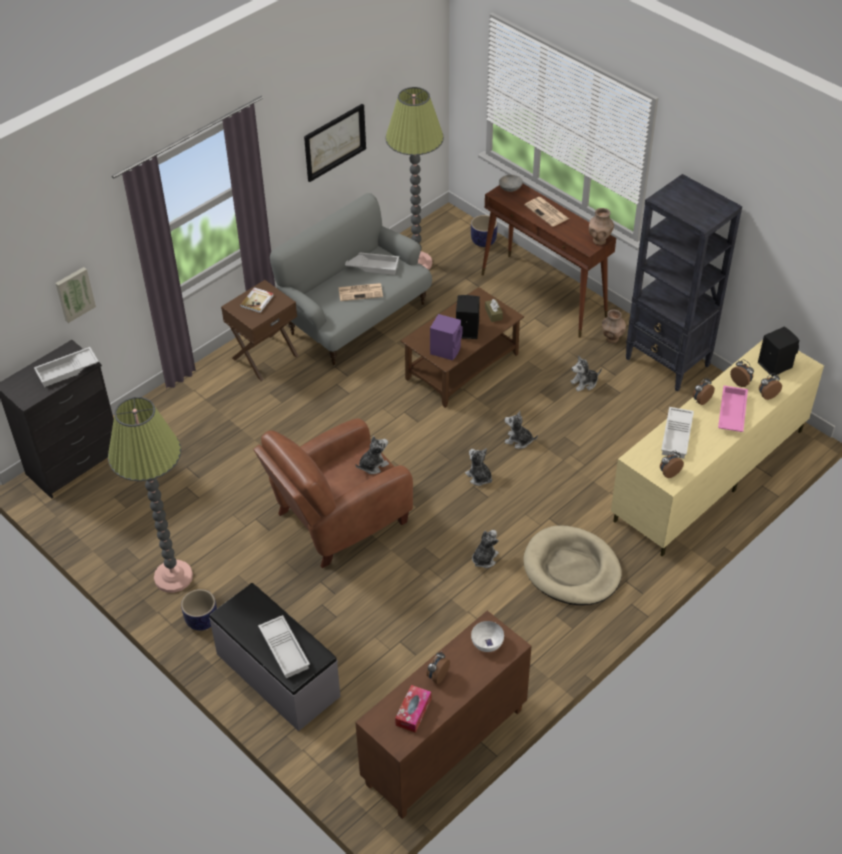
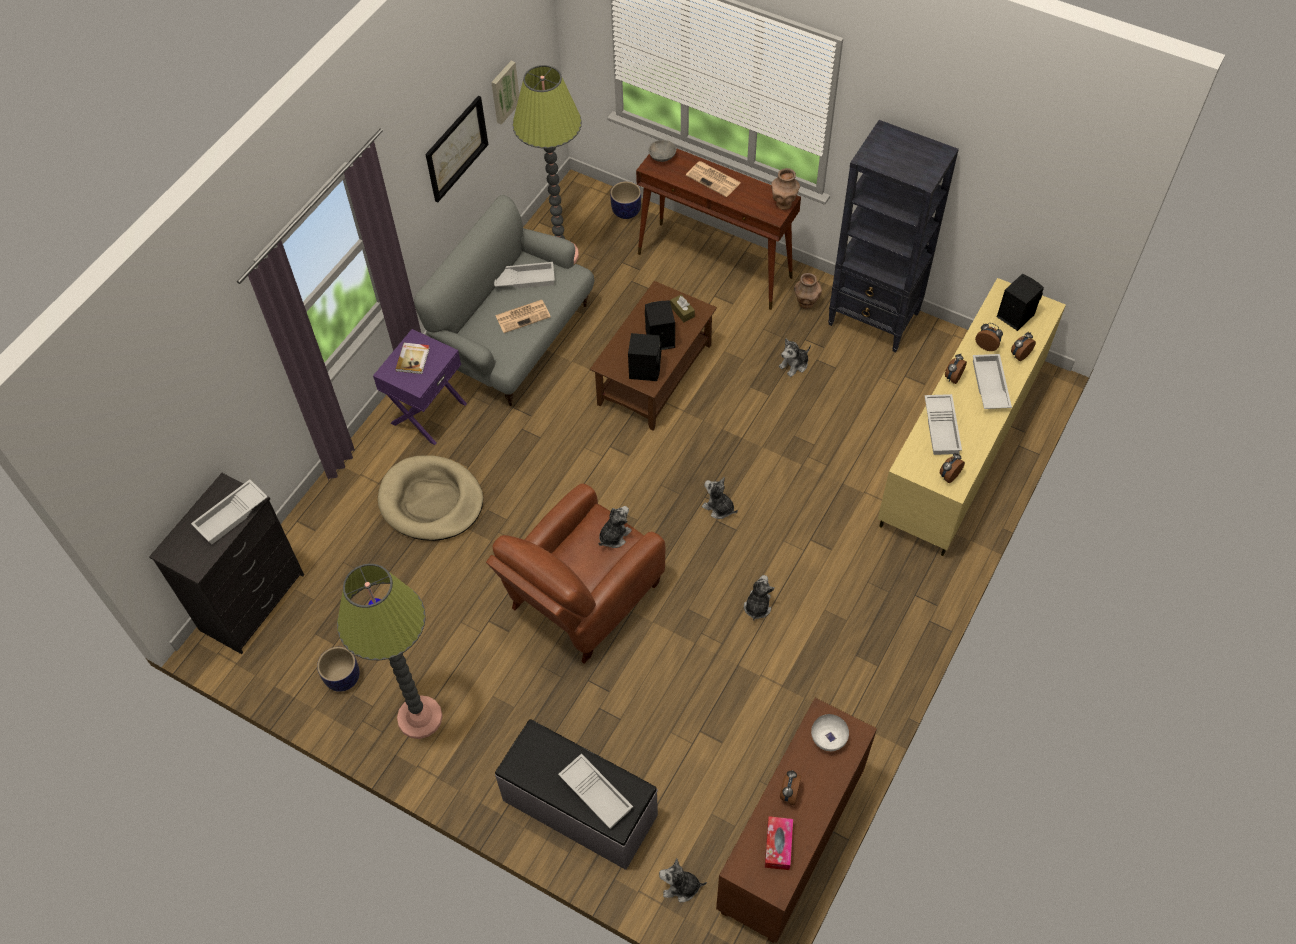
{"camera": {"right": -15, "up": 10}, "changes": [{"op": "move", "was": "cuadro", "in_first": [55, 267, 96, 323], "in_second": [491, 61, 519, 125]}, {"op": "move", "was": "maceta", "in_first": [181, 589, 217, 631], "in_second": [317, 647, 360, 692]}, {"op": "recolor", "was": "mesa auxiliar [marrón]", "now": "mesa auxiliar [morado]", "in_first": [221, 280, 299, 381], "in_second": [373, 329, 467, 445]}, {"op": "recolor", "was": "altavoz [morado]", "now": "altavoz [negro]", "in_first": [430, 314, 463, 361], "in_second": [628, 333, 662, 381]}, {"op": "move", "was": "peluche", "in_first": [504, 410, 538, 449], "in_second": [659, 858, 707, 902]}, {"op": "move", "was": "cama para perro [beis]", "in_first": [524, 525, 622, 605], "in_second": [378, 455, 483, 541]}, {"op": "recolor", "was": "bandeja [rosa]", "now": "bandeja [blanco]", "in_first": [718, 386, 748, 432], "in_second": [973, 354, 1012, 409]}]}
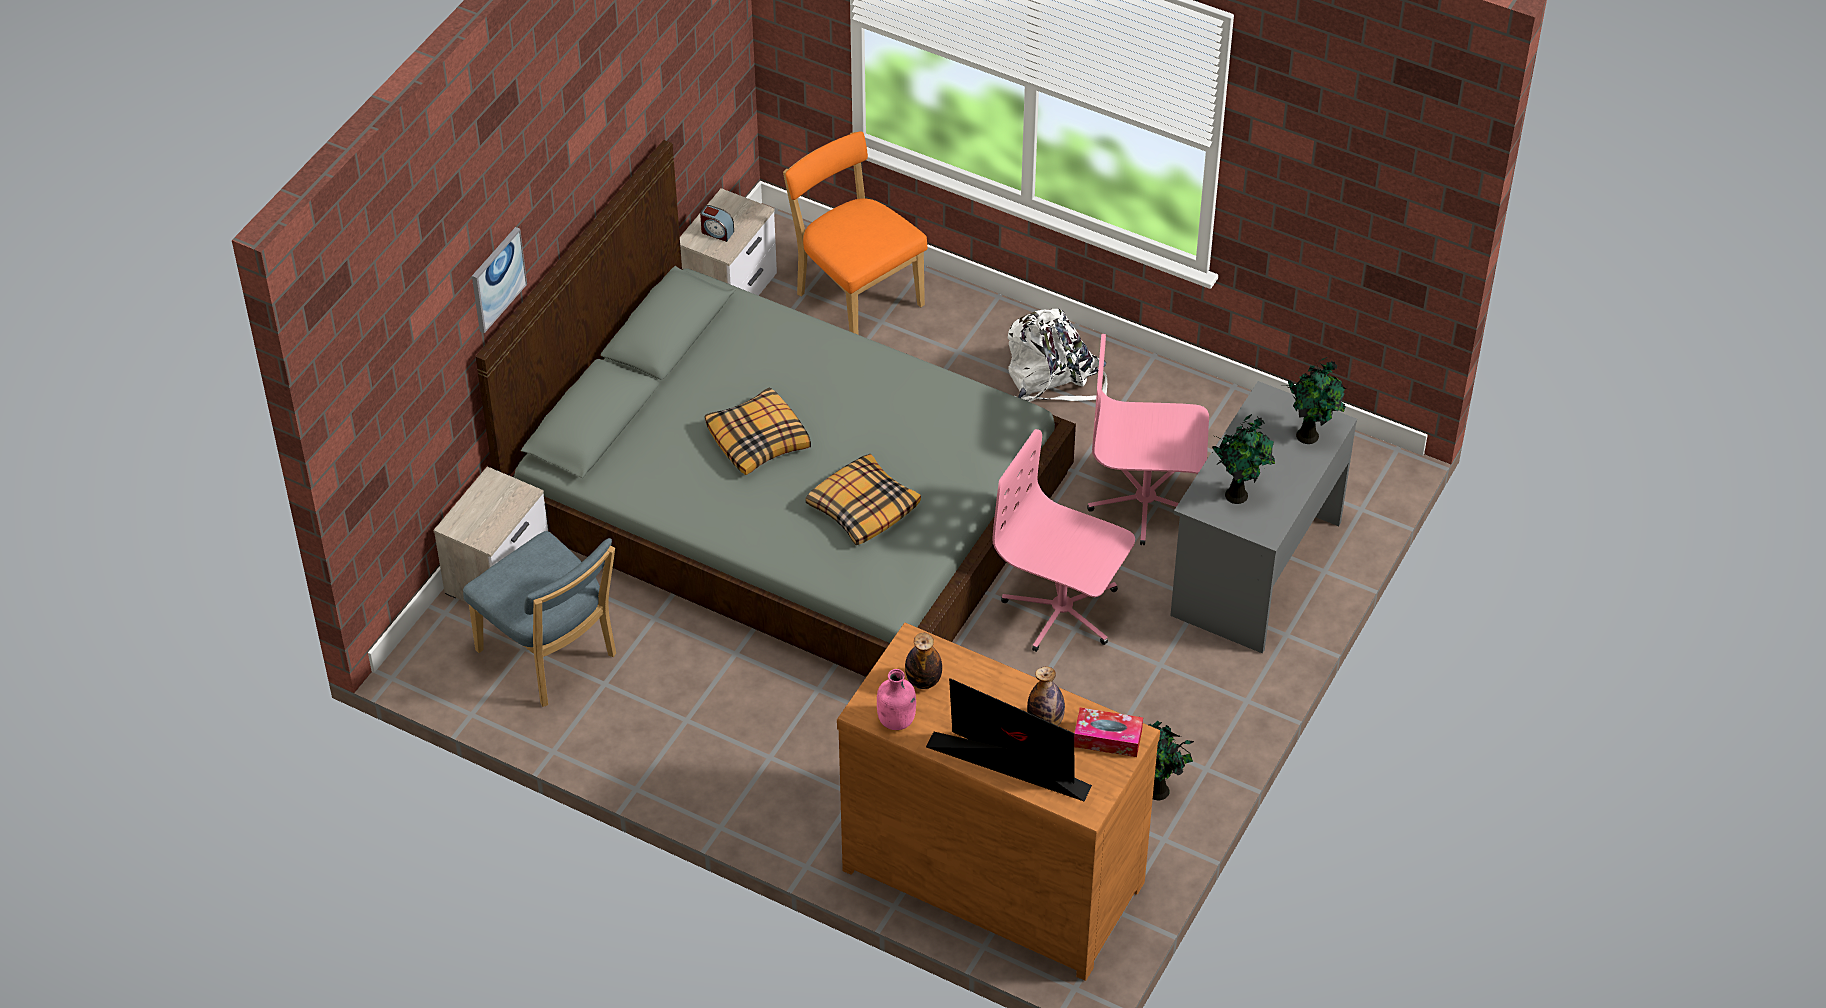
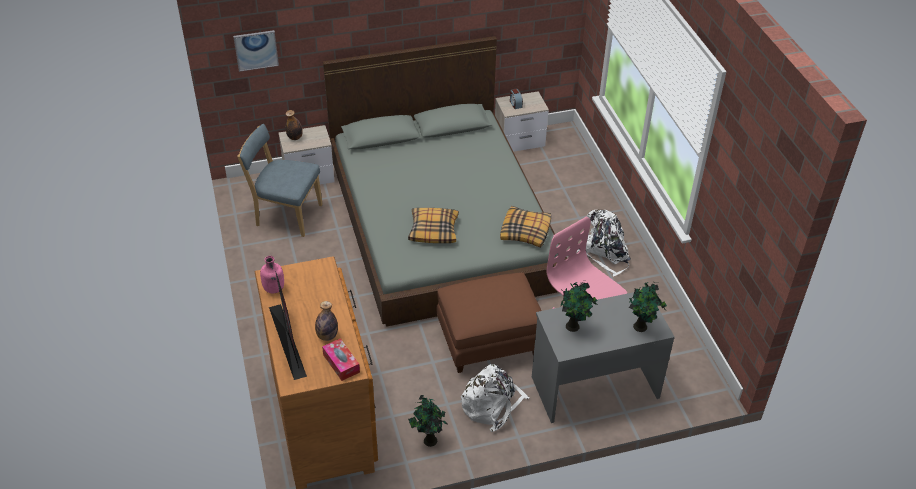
{"camera": {"right": 45, "up": -5}, "changes": [{"op": "rotate", "was": "silla [azul]", "in_first": [463, 531, 616, 707], "in_second": [237, 124, 323, 237], "clockwise": 105}, {"op": "move", "was": "cuadro", "in_first": [472, 227, 527, 333], "in_second": [233, 30, 279, 72]}, {"op": "move", "was": "cojín", "in_first": [705, 387, 811, 475], "in_second": [500, 206, 551, 248]}, {"op": "delete", "was": "silla [naranja]", "in_first": [783, 131, 928, 335]}, {"op": "move", "was": "botella", "in_first": [905, 633, 942, 689], "in_second": [285, 110, 303, 140]}, {"op": "replace", "was": "silla de oficina [rosa]", "now": "puf [marrón]", "in_first": [992, 429, 1135, 652], "in_second": [437, 272, 542, 373]}, {"op": "insert", "now": "mochila [blanco]", "in_second": [461, 364, 529, 432]}]}
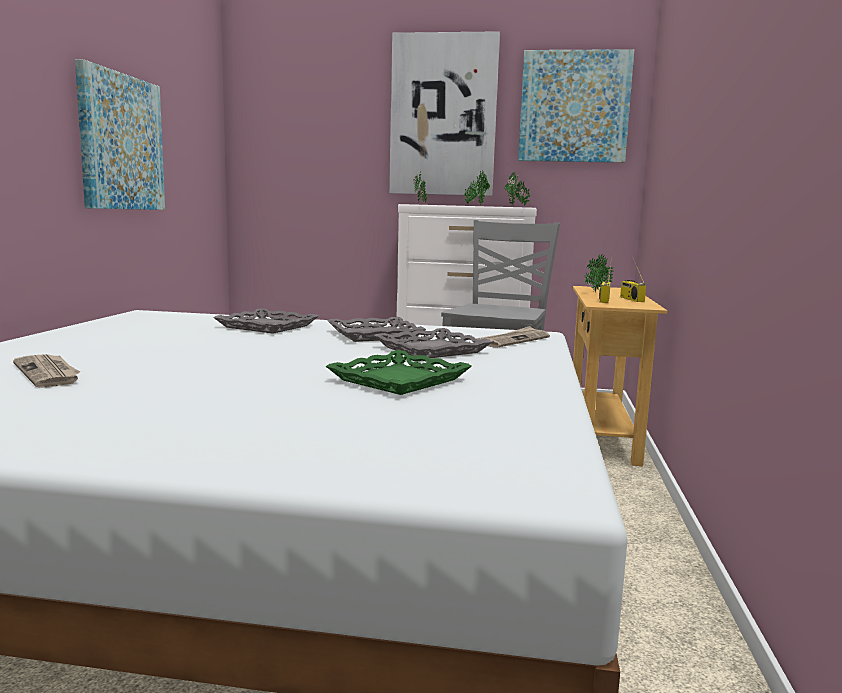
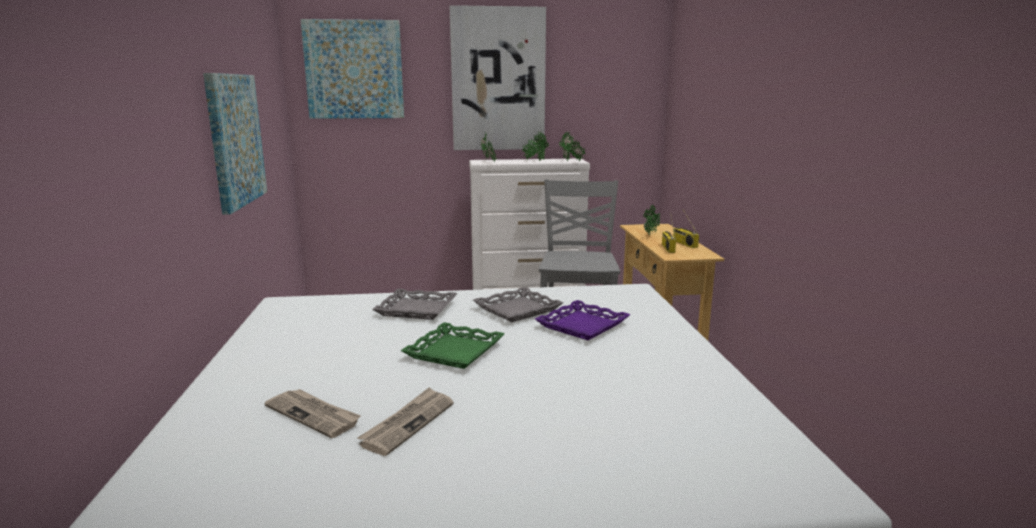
{"camera": {"right": -15, "up": 5}, "changes": [{"op": "move", "was": "bandeja [verde]", "in_first": [326, 350, 472, 395], "in_second": [401, 322, 504, 369]}, {"op": "recolor", "was": "bandeja [gris]", "now": "bandeja [morado]", "in_first": [374, 328, 492, 358], "in_second": [535, 300, 630, 340]}, {"op": "move", "was": "periódico", "in_first": [476, 326, 550, 348], "in_second": [357, 387, 454, 456]}, {"op": "move", "was": "cuadro", "in_first": [518, 49, 634, 163], "in_second": [300, 19, 404, 119]}]}
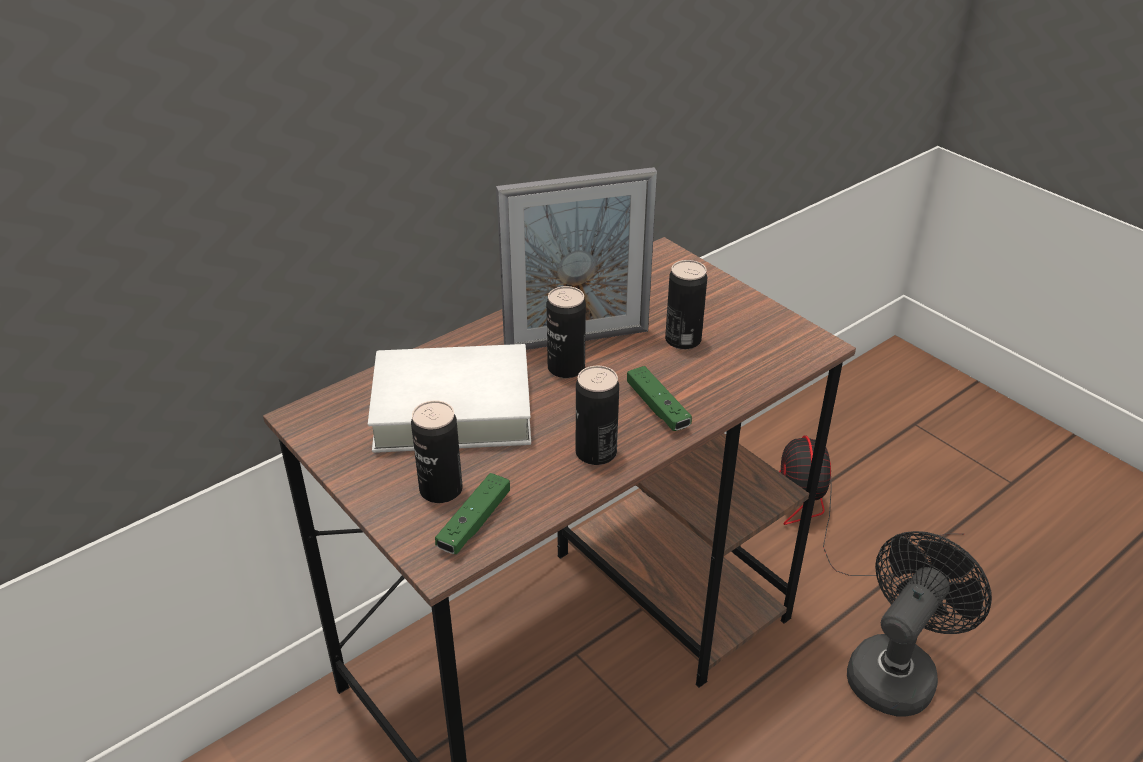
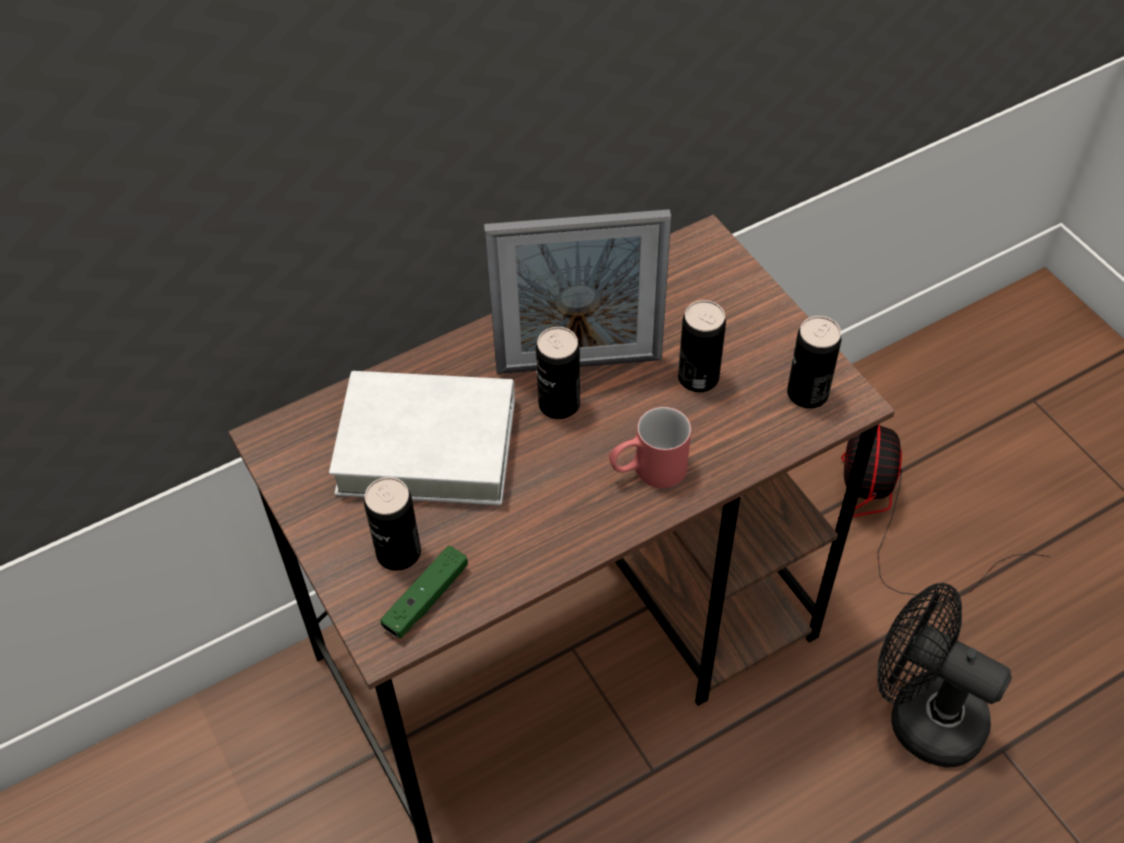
{"camera": {"right": 10, "up": 15}, "changes": [{"op": "move", "was": "lata", "in_first": [576, 366, 619, 465], "in_second": [787, 316, 841, 408]}, {"op": "replace", "was": "mando de consola [verde]", "now": "taza grande [rojo]", "in_first": [627, 366, 692, 431], "in_second": [609, 407, 691, 488]}, {"op": "rotate", "was": "ventilador [negro]", "in_first": [847, 531, 992, 716], "in_second": [877, 583, 1012, 768], "clockwise": -105}]}
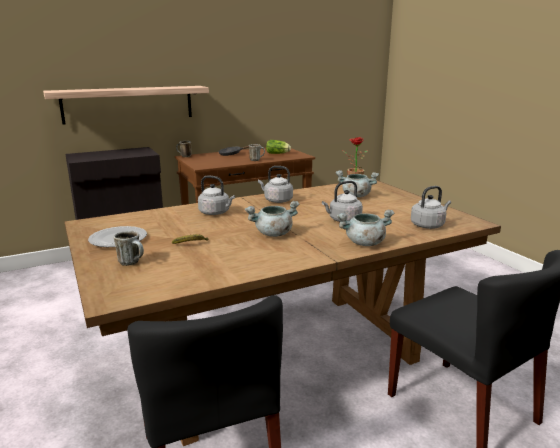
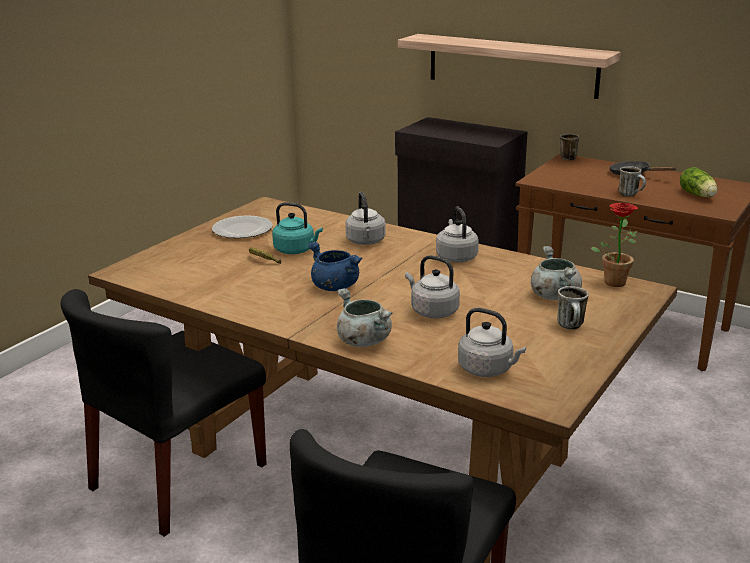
{"camera": {"right": 60, "up": 5}, "changes": [{"op": "move", "was": "taza grande", "in_first": [114, 231, 144, 266], "in_second": [557, 286, 589, 329]}, {"op": "recolor", "was": "olla [gris]", "now": "olla [azul]", "in_first": [245, 201, 299, 237], "in_second": [308, 242, 362, 291]}, {"op": "insert", "now": "hervidor [turquesa]", "in_second": [272, 202, 323, 254]}]}
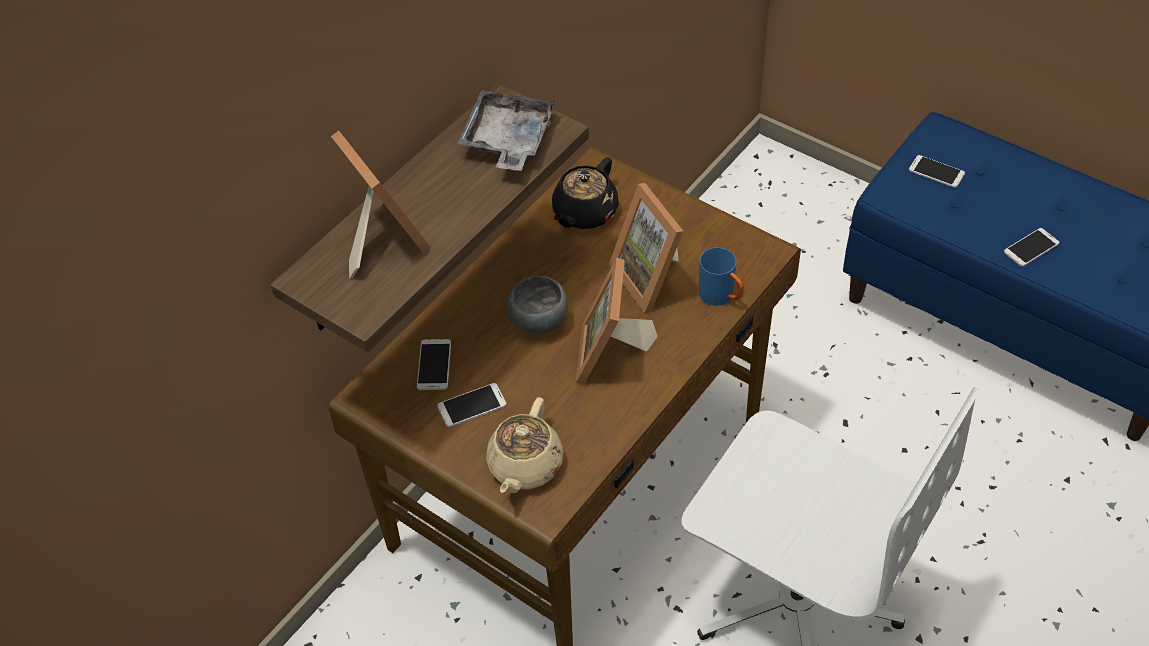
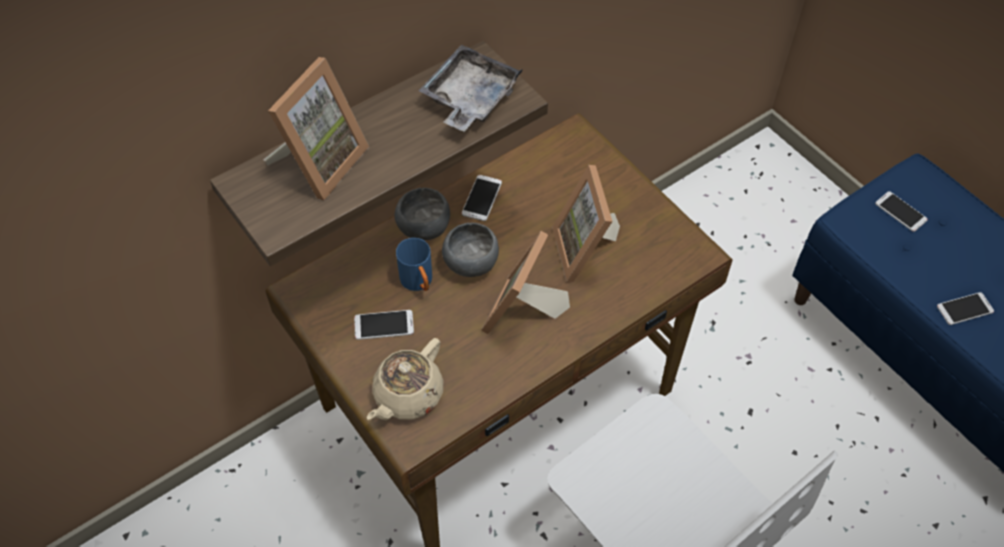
{"camera": {"right": 15, "up": 5}, "changes": [{"op": "rotate", "was": "portarretratos", "in_first": [331, 131, 431, 279], "in_second": [263, 57, 369, 200], "clockwise": 45}, {"op": "move", "was": "móvil", "in_first": [417, 339, 451, 390], "in_second": [462, 175, 502, 221]}, {"op": "delete", "was": "tetera [negro]", "in_first": [552, 157, 619, 229]}, {"op": "move", "was": "taza grande [azul]", "in_first": [699, 247, 743, 306], "in_second": [396, 238, 432, 291]}, {"op": "insert", "now": "cuenco [gris]", "in_second": [395, 188, 450, 240]}]}
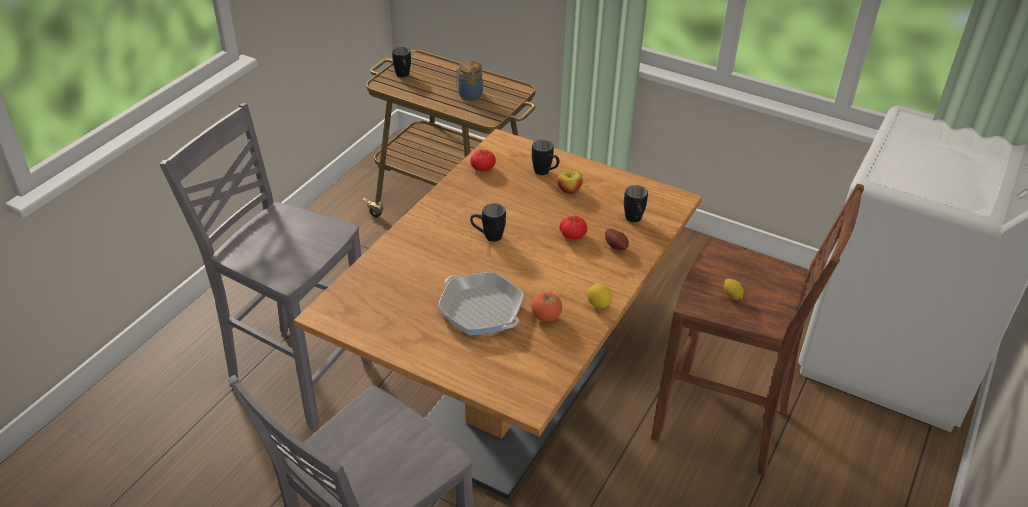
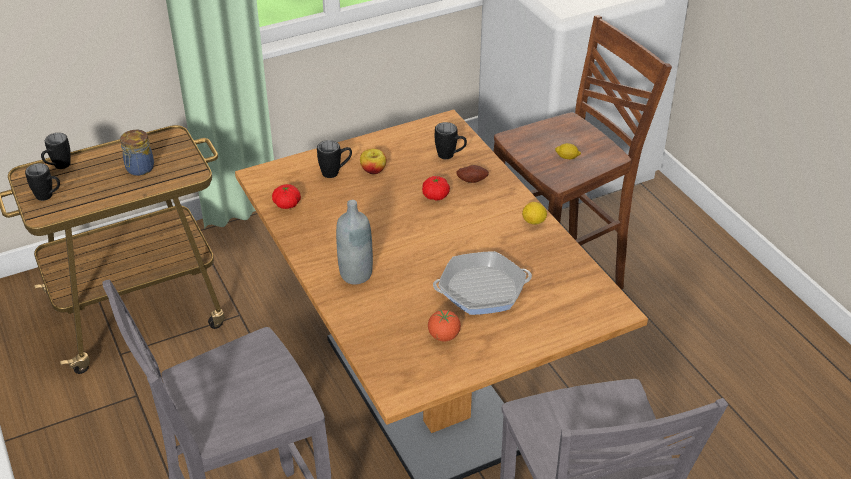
{"camera": {"right": -55, "up": 0}, "changes": [{"op": "move", "was": "taza grande [negro]", "in_first": [470, 203, 506, 242], "in_second": [41, 133, 71, 169]}, {"op": "move", "was": "tomate", "in_first": [531, 292, 562, 322], "in_second": [428, 310, 461, 341]}, {"op": "insert", "now": "botella [gris]", "in_second": [336, 200, 373, 285]}]}
